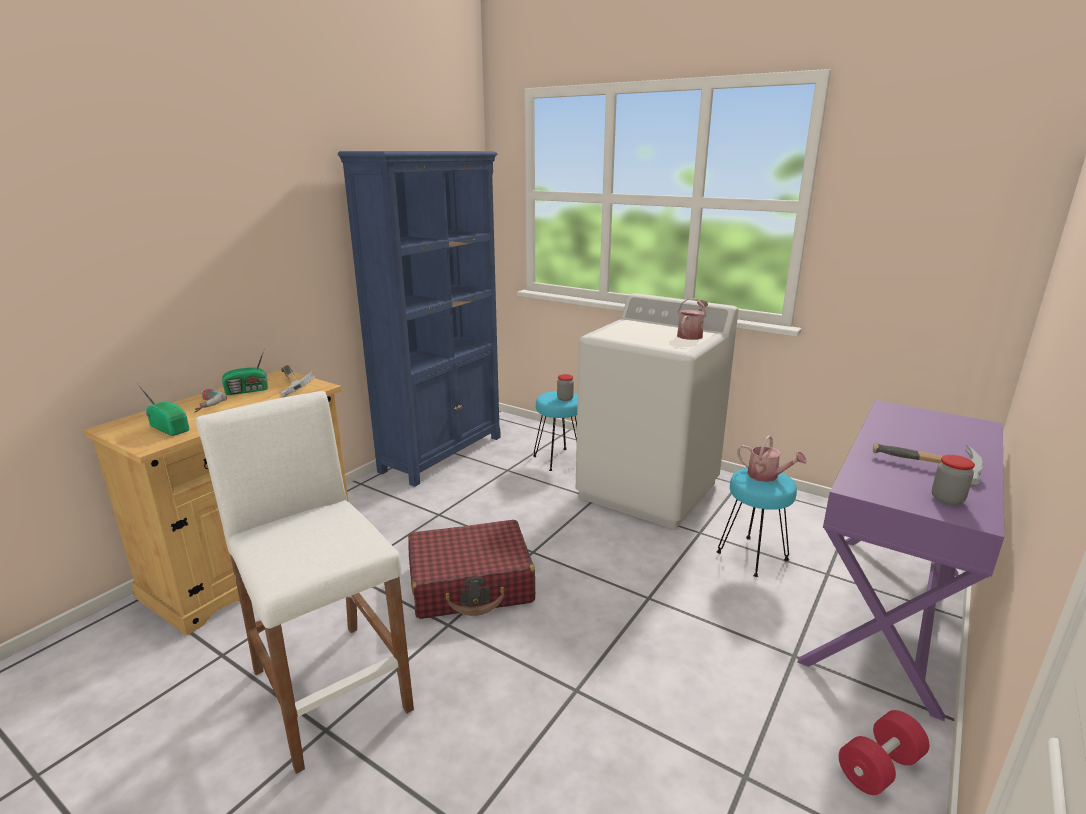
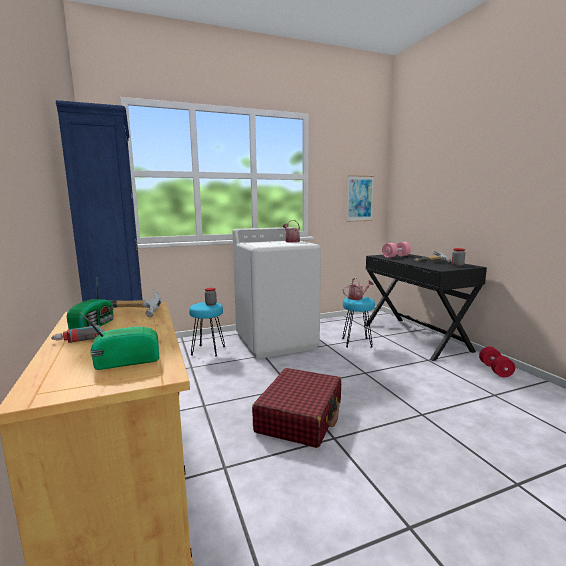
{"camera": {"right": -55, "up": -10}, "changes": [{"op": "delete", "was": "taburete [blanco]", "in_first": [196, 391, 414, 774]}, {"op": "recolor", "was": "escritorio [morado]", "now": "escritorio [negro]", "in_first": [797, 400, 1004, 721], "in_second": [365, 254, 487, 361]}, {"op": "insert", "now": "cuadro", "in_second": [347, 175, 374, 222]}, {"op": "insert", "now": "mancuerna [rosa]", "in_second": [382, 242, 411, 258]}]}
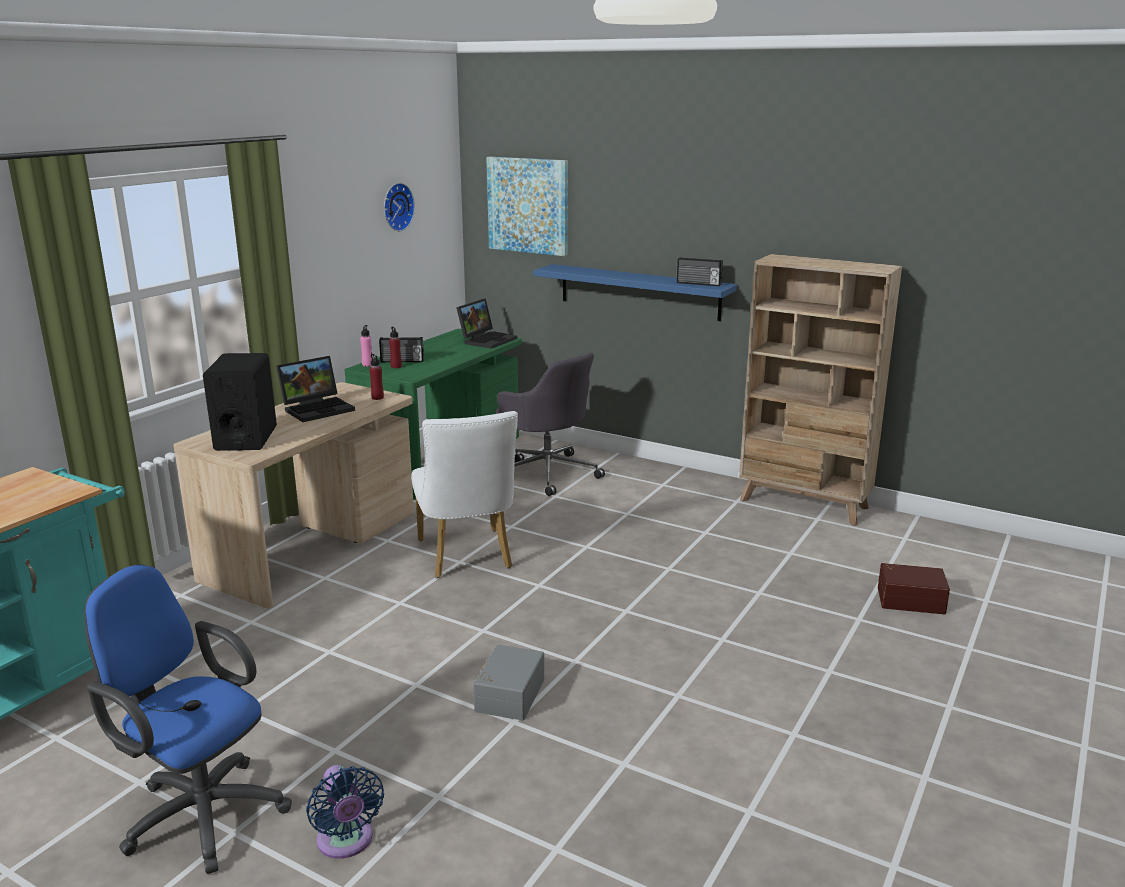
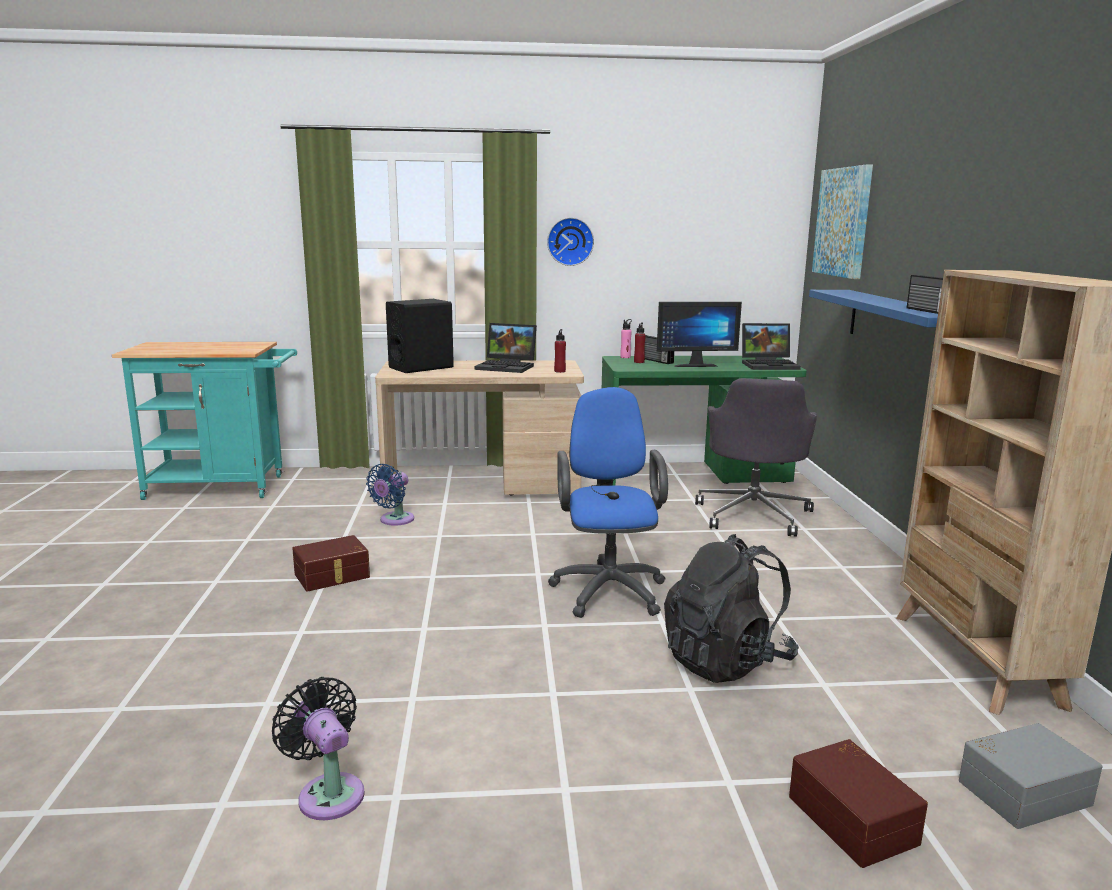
{"camera": {"right": 55, "up": -5}, "changes": [{"op": "move", "was": "silla de oficina [azul]", "in_first": [85, 564, 292, 874], "in_second": [548, 387, 668, 618]}, {"op": "move", "was": "ventilador [azul]", "in_first": [306, 765, 384, 859], "in_second": [366, 464, 414, 526]}, {"op": "move", "was": "reloj de pared", "in_first": [384, 183, 415, 231], "in_second": [547, 217, 594, 266]}, {"op": "delete", "was": "silla [blanco]", "in_first": [411, 411, 518, 578]}, {"op": "move", "was": "caja de almacenaje [gris]", "in_first": [473, 645, 544, 720], "in_second": [959, 723, 1102, 829]}, {"op": "insert", "now": "ventilador [negro]", "in_second": [272, 677, 365, 820]}, {"op": "insert", "now": "caja de almacenaje [marrón]", "in_second": [292, 535, 370, 592]}, {"op": "insert", "now": "monitor", "in_second": [657, 302, 742, 367]}, {"op": "insert", "now": "mochila [negro]", "in_second": [664, 534, 799, 683]}]}
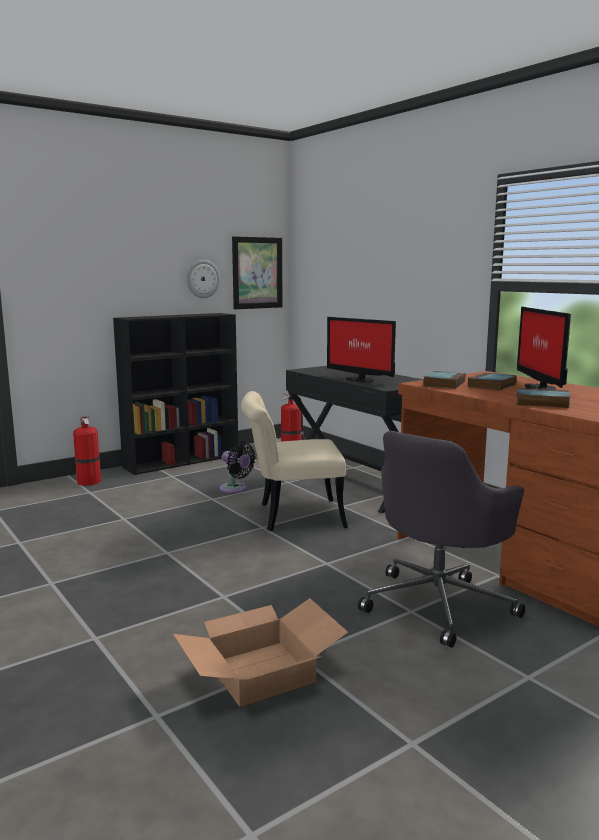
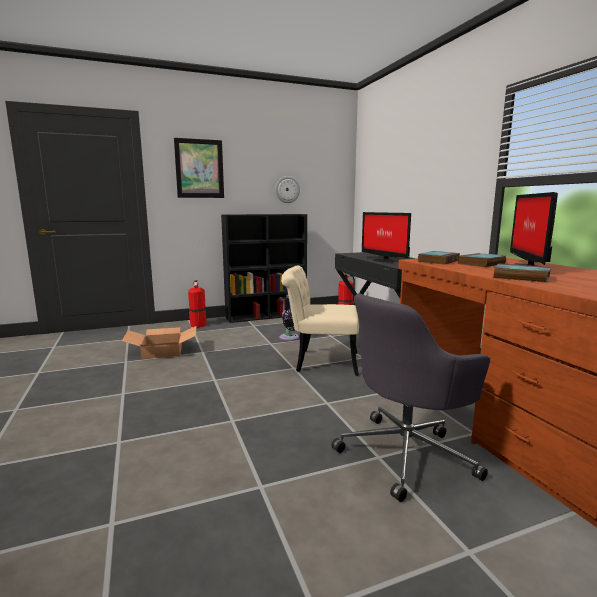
{"camera": {"right": 15, "up": 0}, "changes": [{"op": "move", "was": "caja de cartón", "in_first": [173, 598, 348, 707], "in_second": [122, 326, 196, 359]}, {"op": "move", "was": "cuadro", "in_first": [232, 236, 283, 309], "in_second": [174, 138, 224, 198]}]}
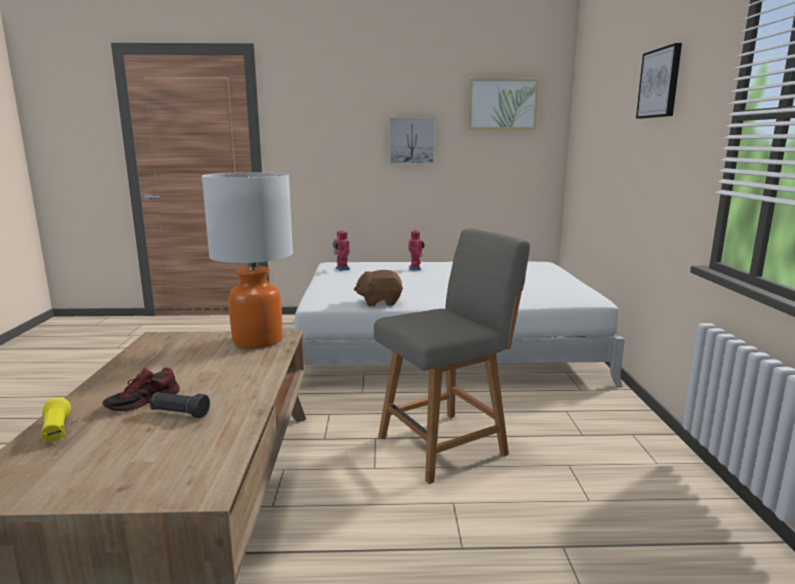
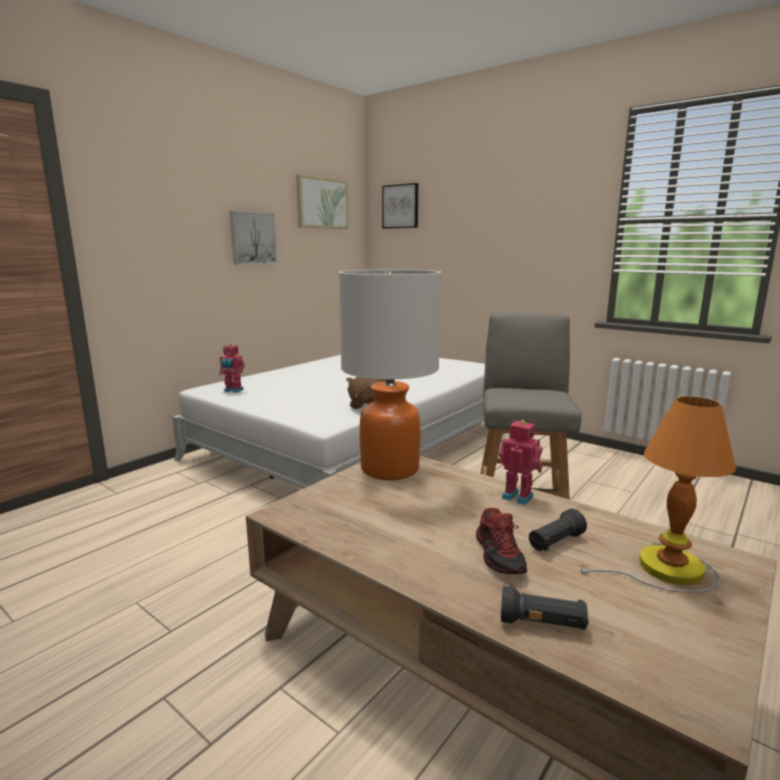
{"camera": {"right": -50, "up": 0}, "changes": [{"op": "recolor", "was": "linterna [amarillo]", "now": "linterna [negro]", "in_first": [41, 397, 71, 442], "in_second": [501, 586, 589, 630]}, {"op": "move", "was": "robot de juguete", "in_first": [409, 229, 424, 270], "in_second": [499, 420, 542, 505]}, {"op": "move", "was": "cuadro", "in_first": [636, 43, 682, 119], "in_second": [382, 183, 418, 229]}, {"op": "insert", "now": "lámpara de mesa", "in_second": [579, 396, 736, 593]}]}
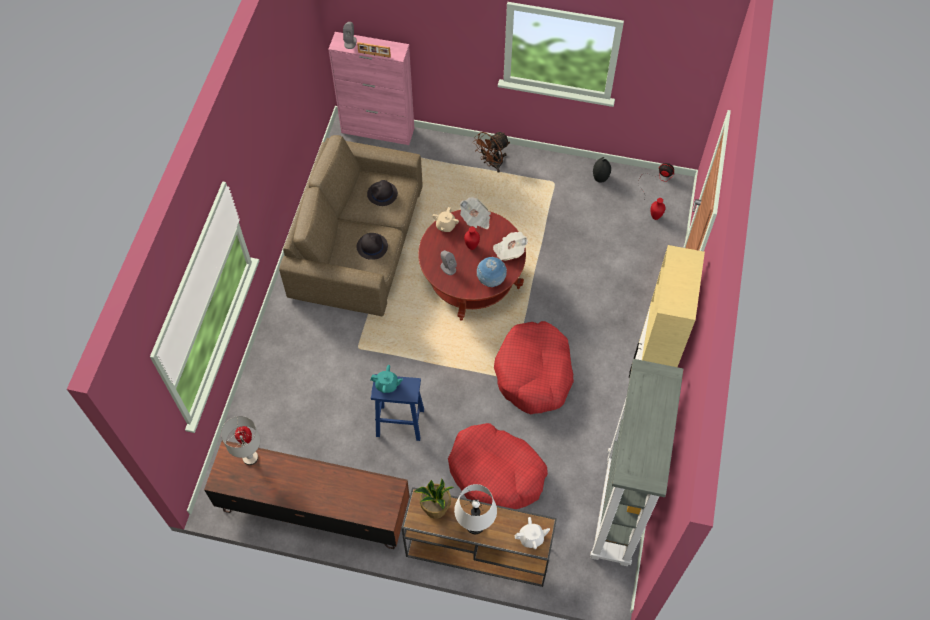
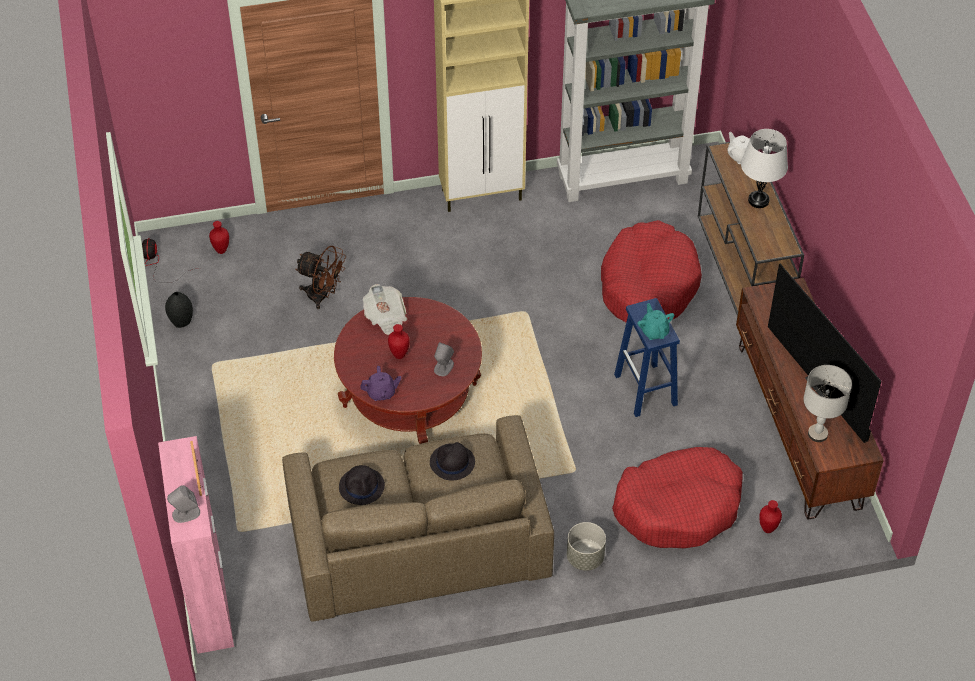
{"camera": {"right": -115, "up": -10}, "changes": [{"op": "delete", "was": "planta en maceta", "in_first": [414, 479, 454, 519]}, {"op": "recolor", "was": "tetera [beis]", "now": "tetera [morado]", "in_first": [432, 207, 459, 232], "in_second": [360, 366, 401, 401]}, {"op": "delete", "was": "periódico", "in_first": [460, 197, 491, 229]}, {"op": "move", "was": "ventilador [marrón]", "in_first": [473, 132, 510, 173], "in_second": [295, 246, 346, 309]}, {"op": "delete", "was": "globo terráqueo", "in_first": [477, 257, 507, 287]}, {"op": "move", "was": "cama para perro [rojo]", "in_first": [494, 321, 574, 414], "in_second": [612, 447, 743, 548]}, {"op": "insert", "now": "maceta [gris]", "in_second": [567, 522, 606, 571]}, {"op": "insert", "now": "televisor", "in_second": [768, 264, 881, 443]}]}
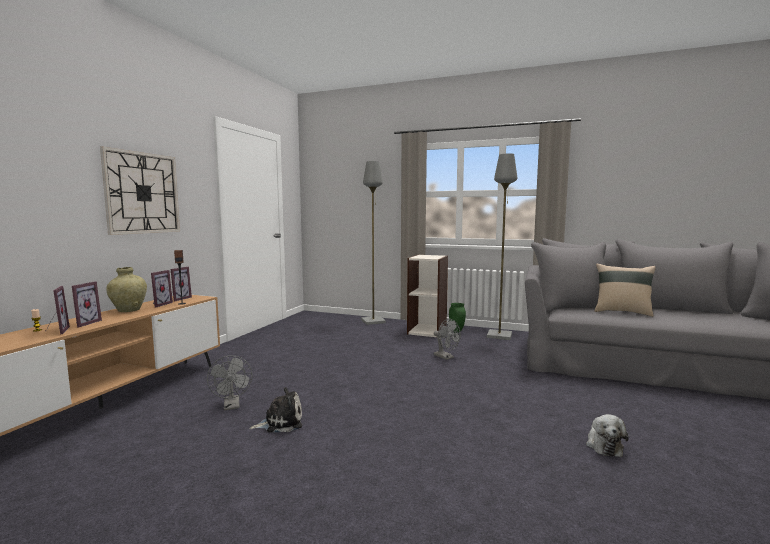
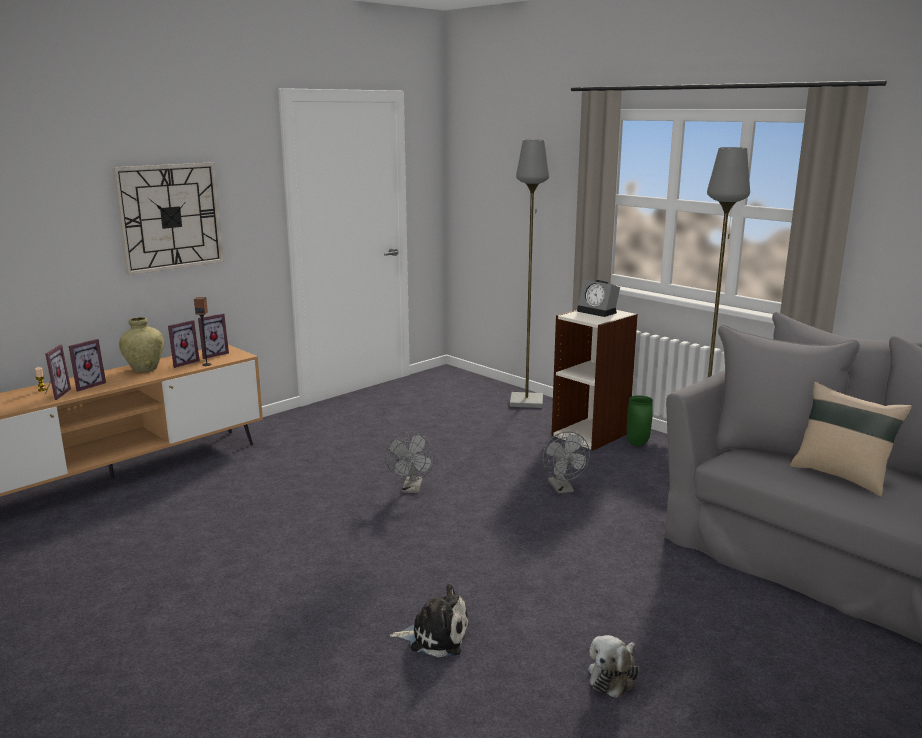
{"camera": {"right": 25, "up": 10}, "changes": [{"op": "move", "was": "ventilador [gris]", "in_first": [207, 355, 252, 410], "in_second": [385, 432, 435, 493]}, {"op": "move", "was": "peluche", "in_first": [249, 387, 302, 433], "in_second": [390, 584, 469, 657]}, {"op": "insert", "now": "despertador", "in_second": [577, 280, 620, 317]}]}
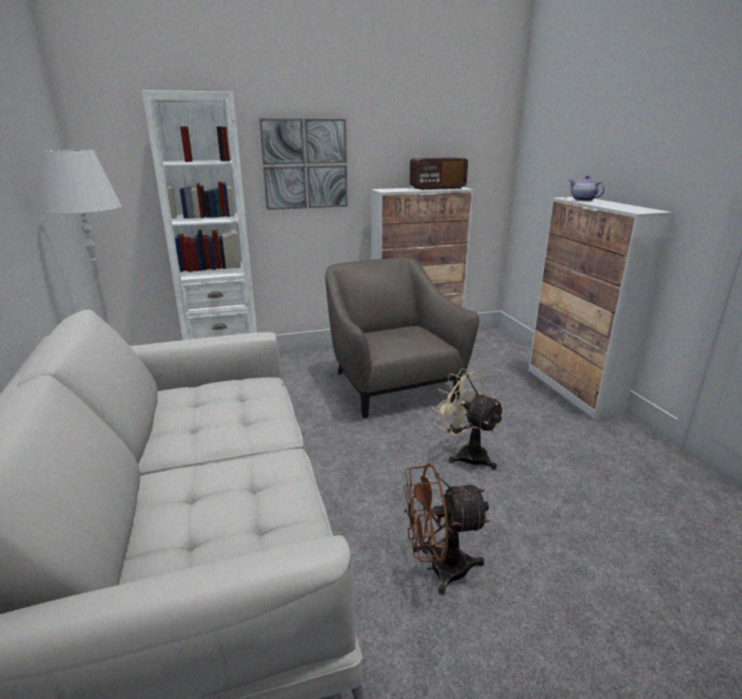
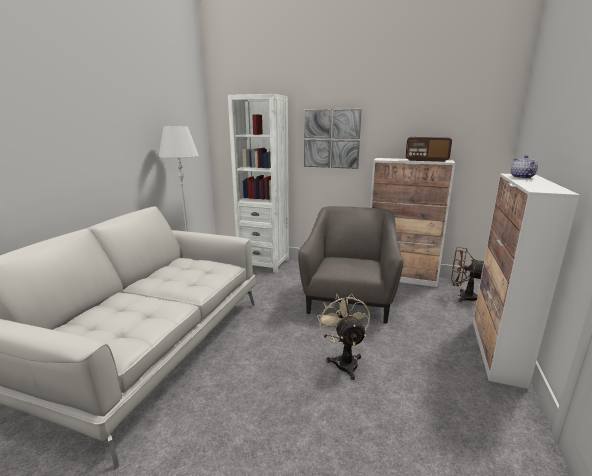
{"camera": {"right": 35, "up": -5}, "changes": [{"op": "move", "was": "ventilador [marrón]", "in_first": [403, 463, 490, 595], "in_second": [451, 247, 484, 302]}]}
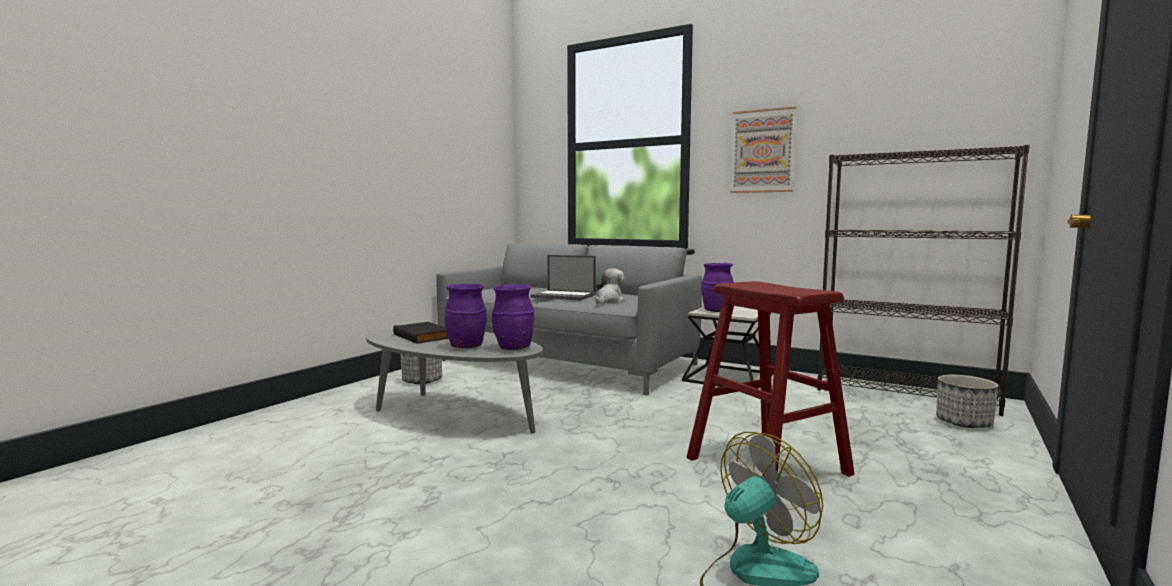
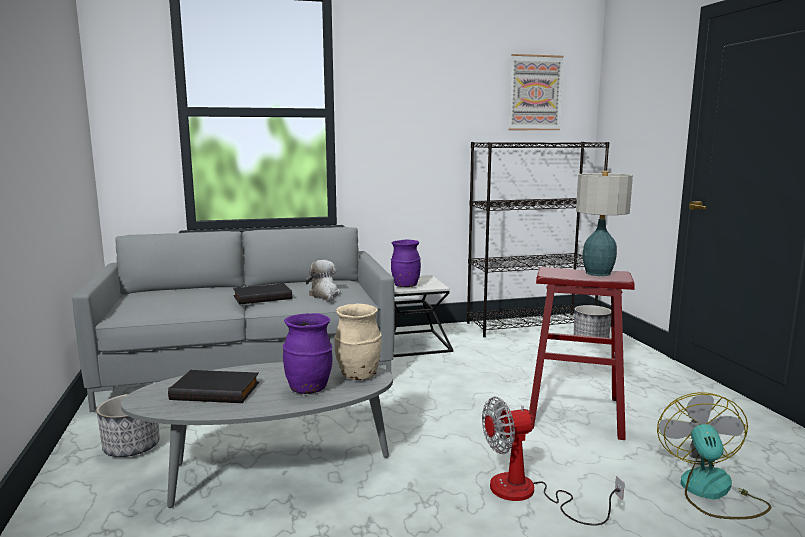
{"camera": {"right": -45, "up": 5}, "changes": [{"op": "recolor", "was": "florero [morado]", "now": "florero [beis]", "in_first": [492, 284, 535, 350], "in_second": [334, 304, 381, 380]}, {"op": "replace", "was": "portátil", "now": "libro [negro]", "in_first": [530, 255, 596, 300], "in_second": [233, 283, 292, 305]}, {"op": "move", "was": "cuadro", "in_first": [730, 106, 796, 193], "in_second": [509, 54, 564, 130]}, {"op": "insert", "now": "ventilador", "in_second": [482, 397, 625, 526]}, {"op": "insert", "now": "lámpara de mesa", "in_second": [576, 171, 633, 276]}]}
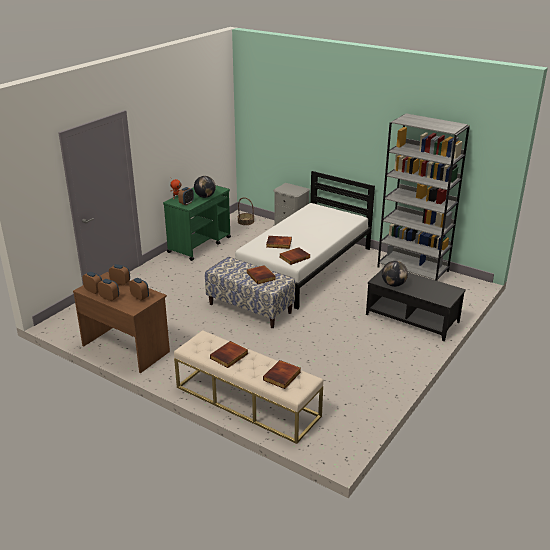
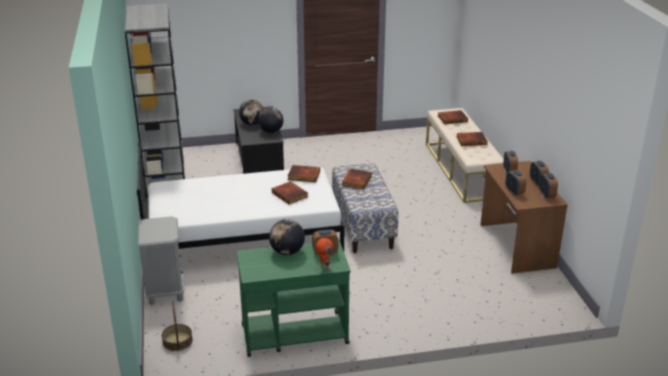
{"camera": {"right": -135, "up": 0}, "changes": [{"op": "insert", "now": "globo terráqueo", "in_second": [239, 100, 264, 125]}]}
